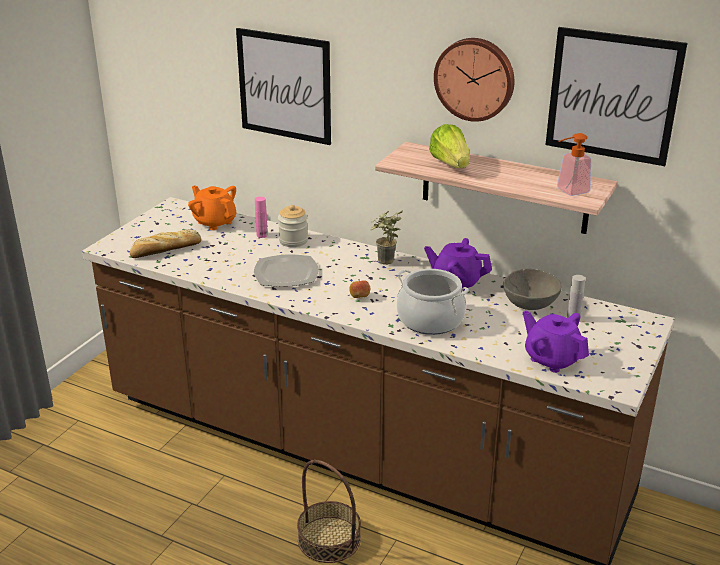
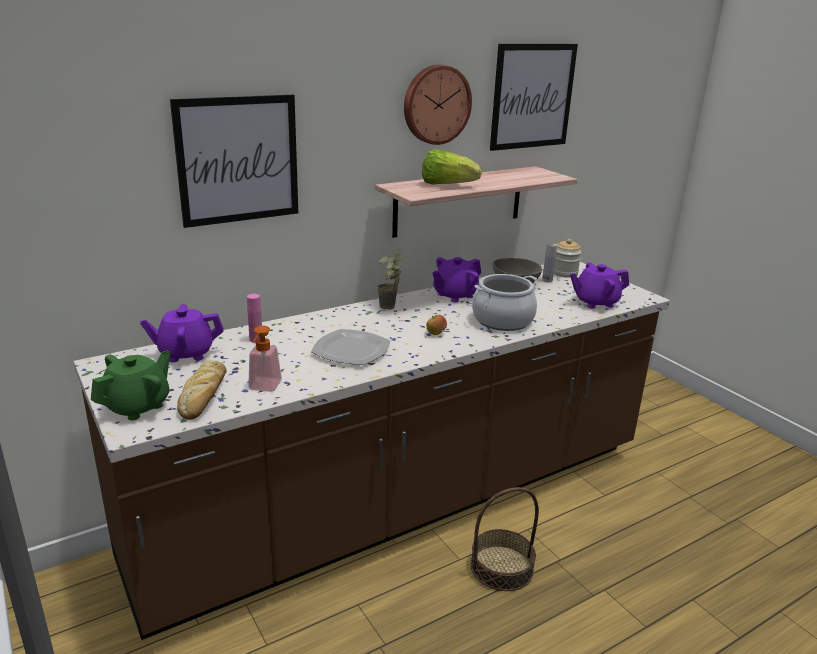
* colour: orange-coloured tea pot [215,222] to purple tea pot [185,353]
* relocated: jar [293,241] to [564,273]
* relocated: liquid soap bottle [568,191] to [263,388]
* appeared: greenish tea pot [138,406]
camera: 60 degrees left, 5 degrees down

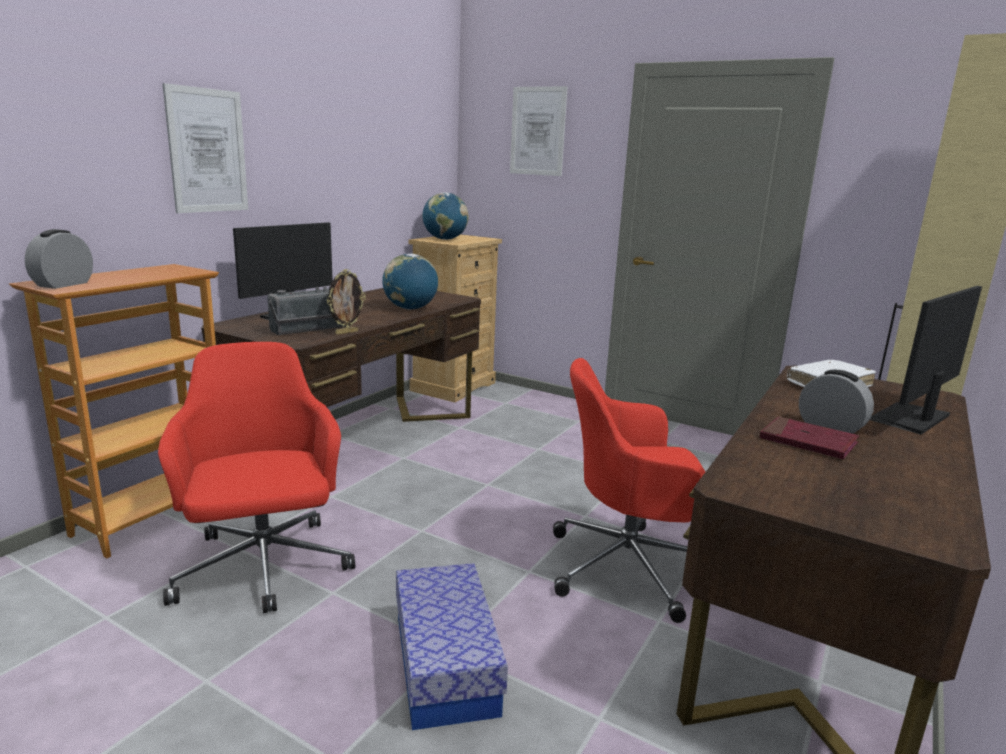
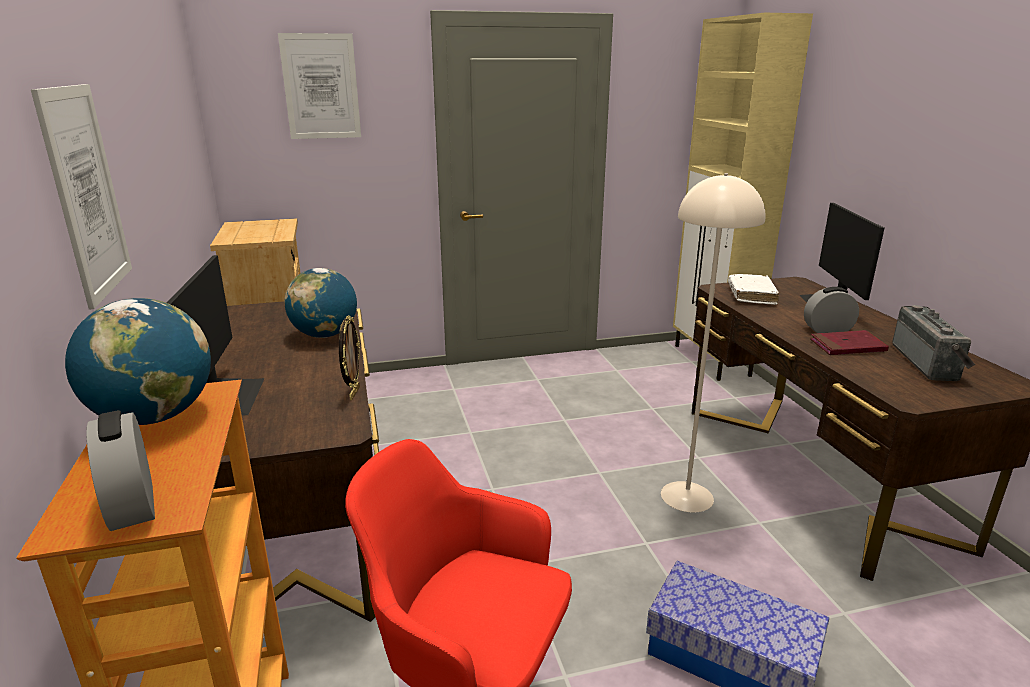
* relocated: radio [312,330] to [929,363]
* relocated: globe [445,239] to [154,417]
* exchanged: reddish desk chair [628,567] to beige-coloured standard lamp [686,496]
camera: 45 degrees left, 5 degrees up

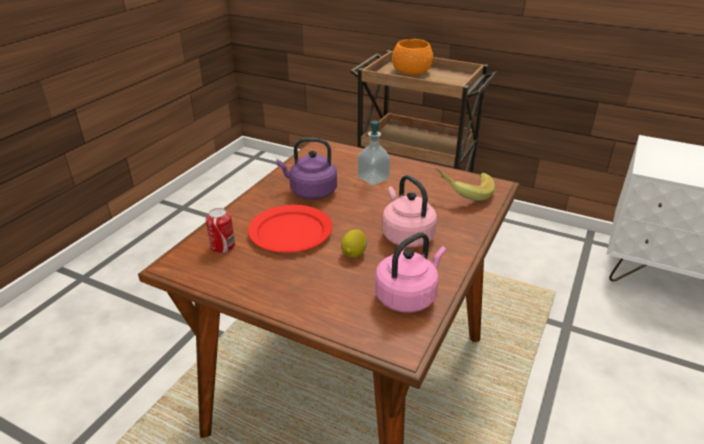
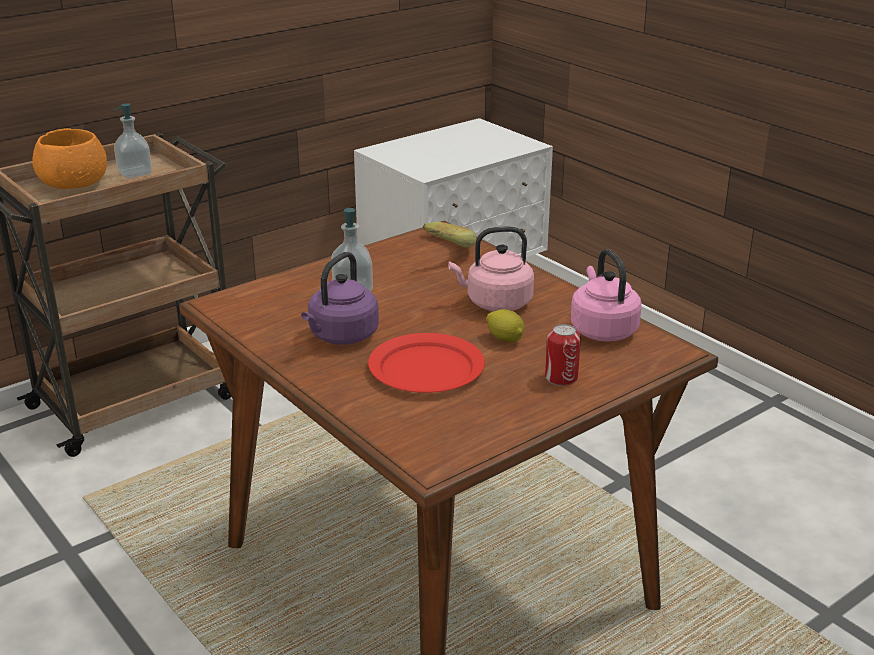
* relocated: sealed can [223,246] to [561,377]
* appeared: liquid soap bottle [135,173]
camera: 65 degrees left, 5 degrees down

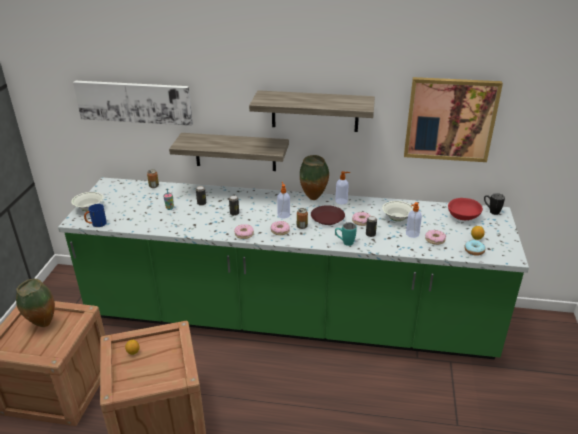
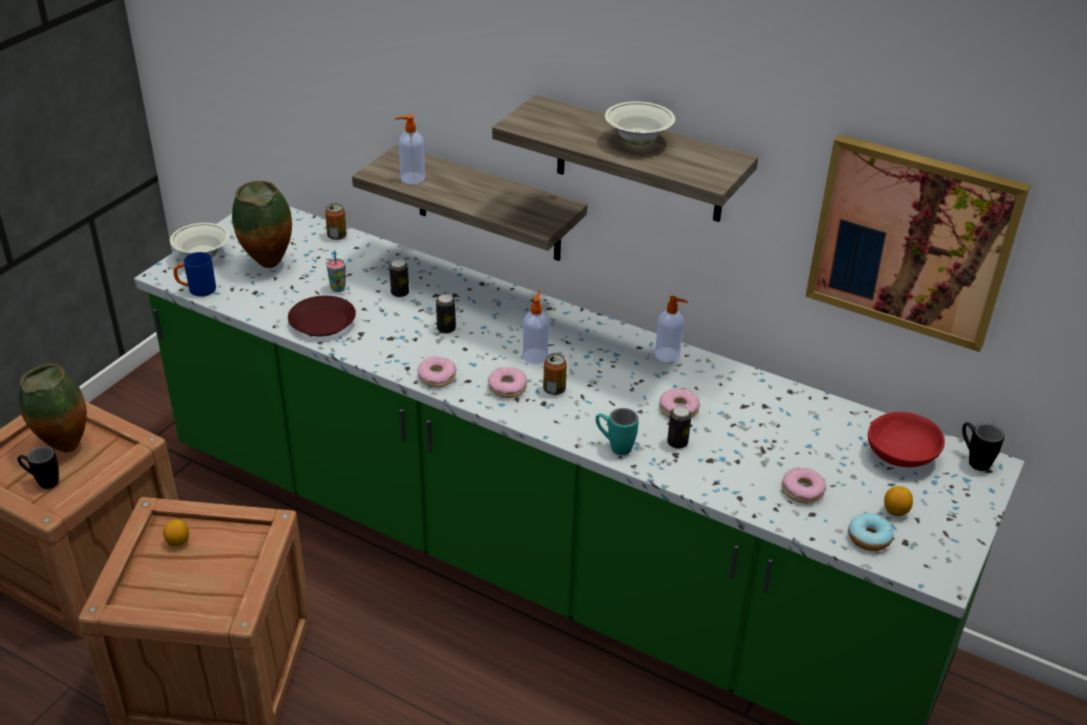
* missing: wall art [134,102]
* relocated: decorative vase [314,199] to [269,266]
* relocated: brown plate [327,218] to [322,322]
* relocated: white deep dish [397,219] to [638,141]
* relocated: liquid soap bottle [412,234] to [411,178]
* appeared: blackish coffee mug [42,481]
camera: 20 degrees right, 5 degrees up

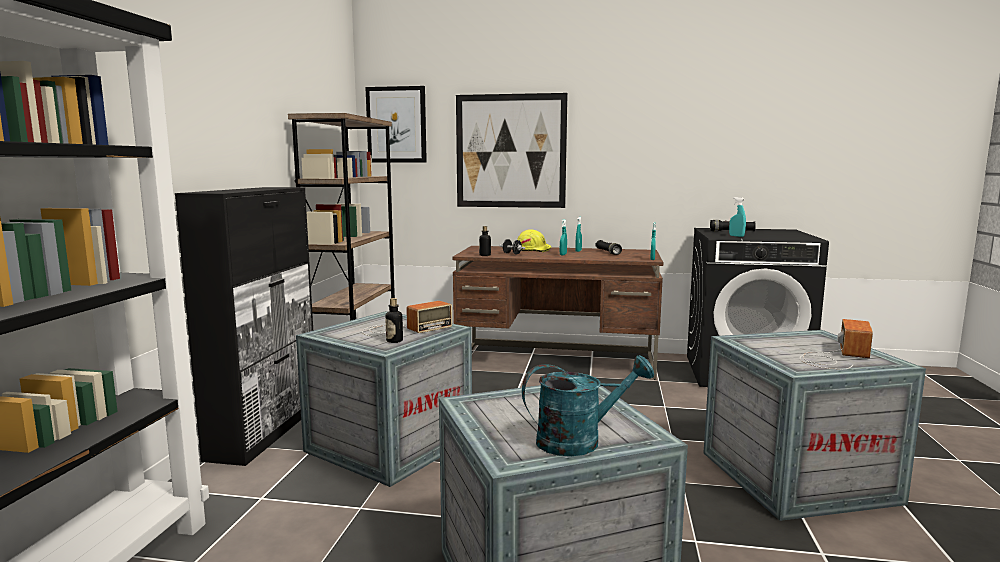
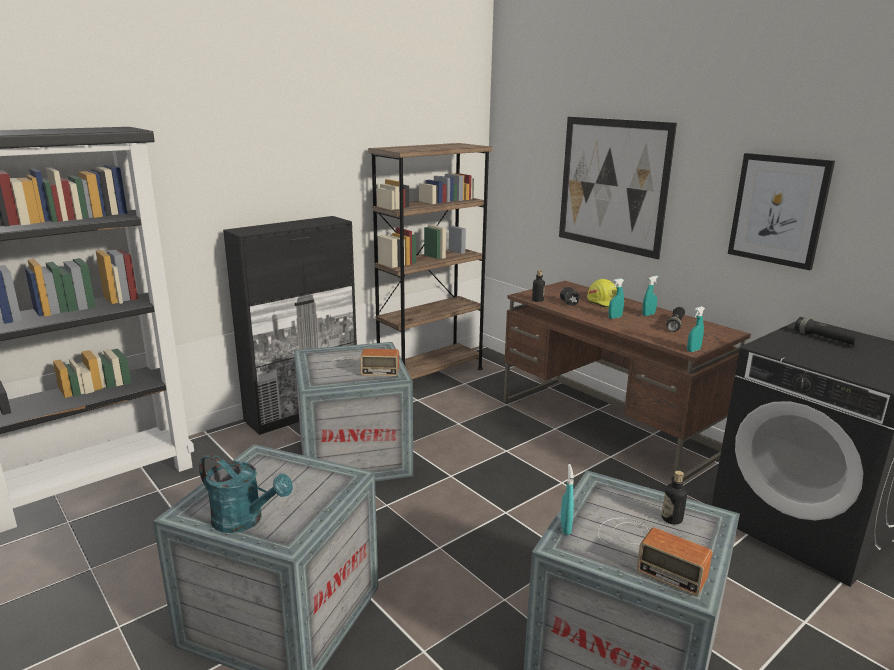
* relocated: wall art [396,125] to [778,210]
* relocated: beverage bottle [394,341] to [671,519]
* relocated: turquoise-coloured sprayer [736,236] to [565,527]
* spun: radio [835,356] = [647,551] 60 degrees clockwise
camera: 40 degrees right, 10 degrees up

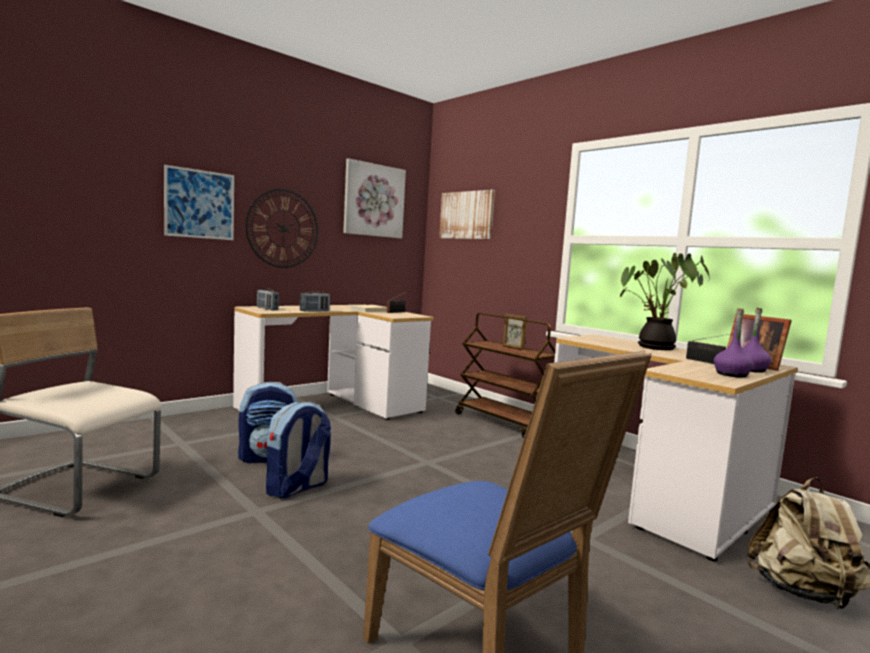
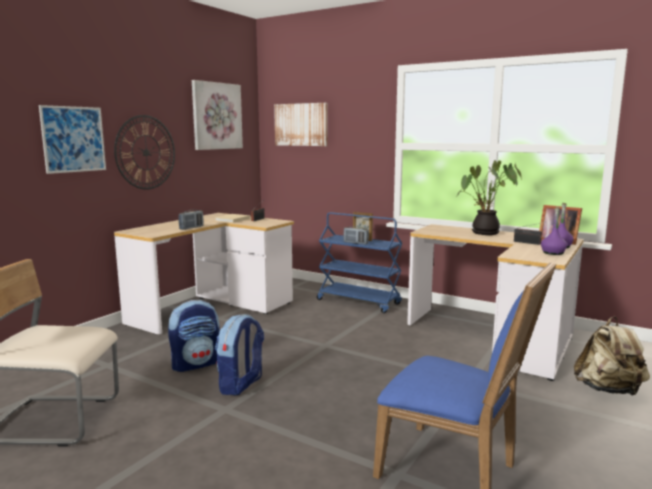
* relocated: radio [267,309] to [355,243]
* colour: brown trolley [503,423] to bluish trolley [359,302]
camera: 15 degrees left, 5 degrees up

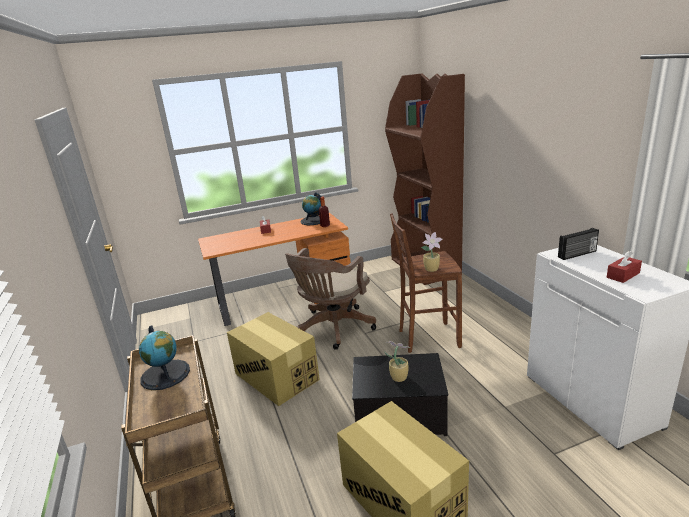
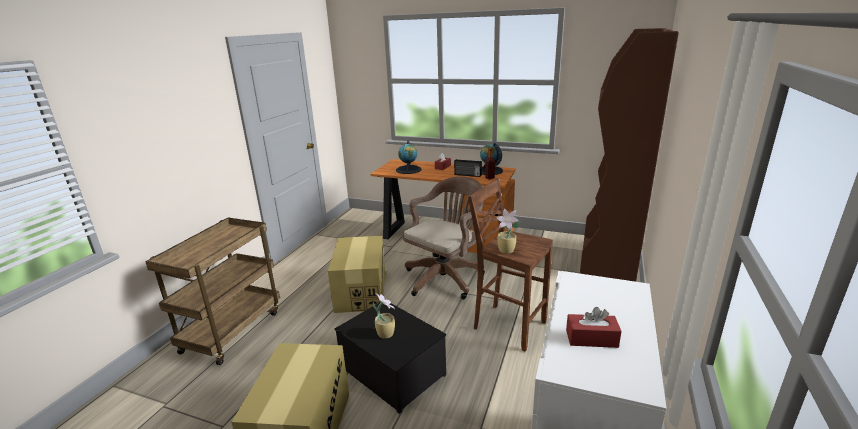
* relocated: globe [165,374] to [408,170]
* spun: brown desk chair [333,329] = [446,277] 150 degrees clockwise
* relocated: radio [577,254] to [467,175]
camera: 40 degrees right, 0 degrees up

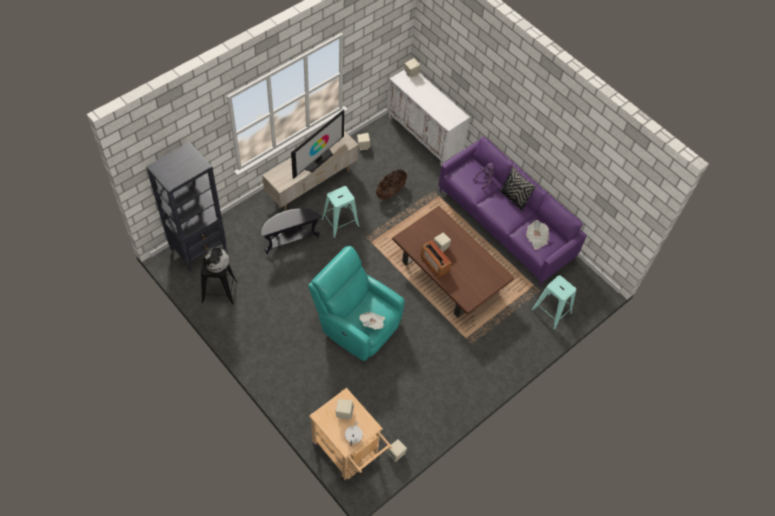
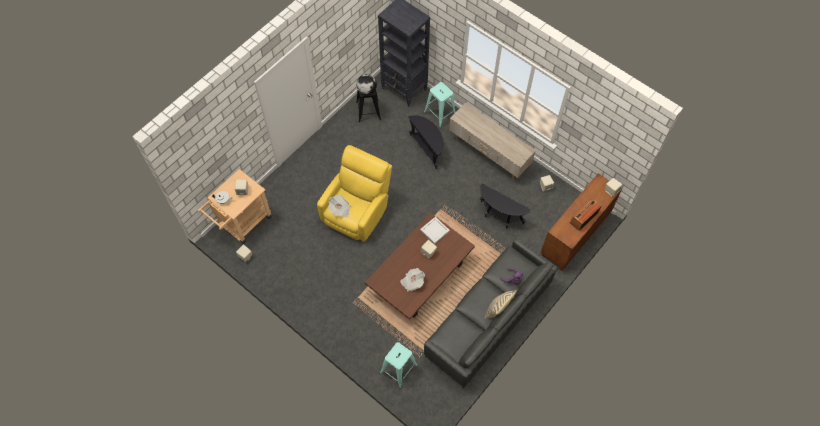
* missing: television [317,159]
* colour: turquoise-coloured lounge chair [356,323] to yellowish lounge chair [357,211]
* relocated: turquoise-coloured sitting stool [340,223] to [440,114]
* exchanged: storage basket [390,192] to blackish side table [499,216]
* colour: white cabinet [424,136] to brown cabinet [574,236]
* relocated: radio [434,263] to [583,218]
* colour: purple sofa [504,225] to gray sofa [487,319]
* colour: blackish pillow [513,198] to beige-coloured pillow [498,309]
* relocated: printed paper [536,239] to [412,282]
* appeared: white serving tray [434,230]
camera: 85 degrees right, 5 degrees up

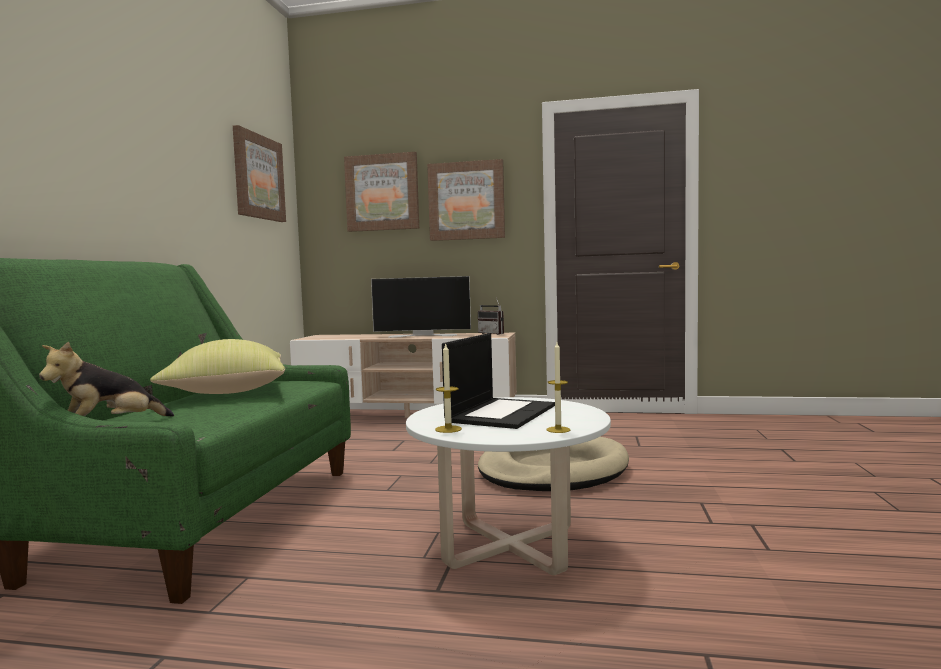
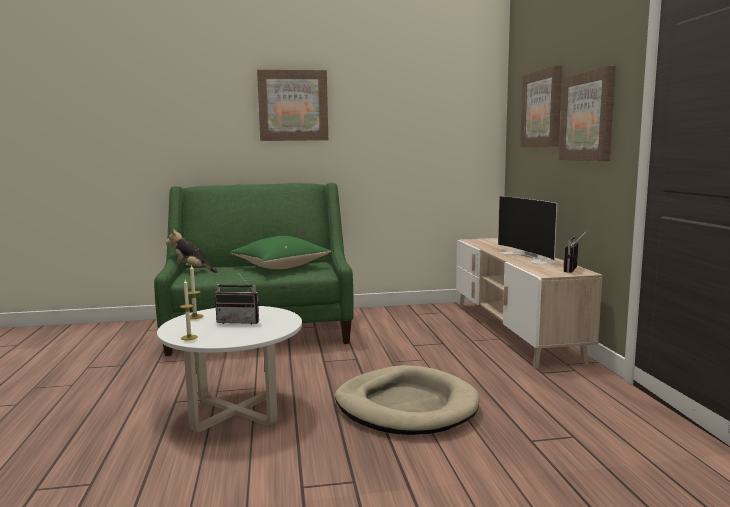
* colour: yellowish pillow [225,392] to greenish pillow [281,267]
* relocated: wall art [258,177] to [293,105]
* exchanged: notebook computer [501,413] to radio [240,321]
camera: 70 degrees right, 5 degrees up

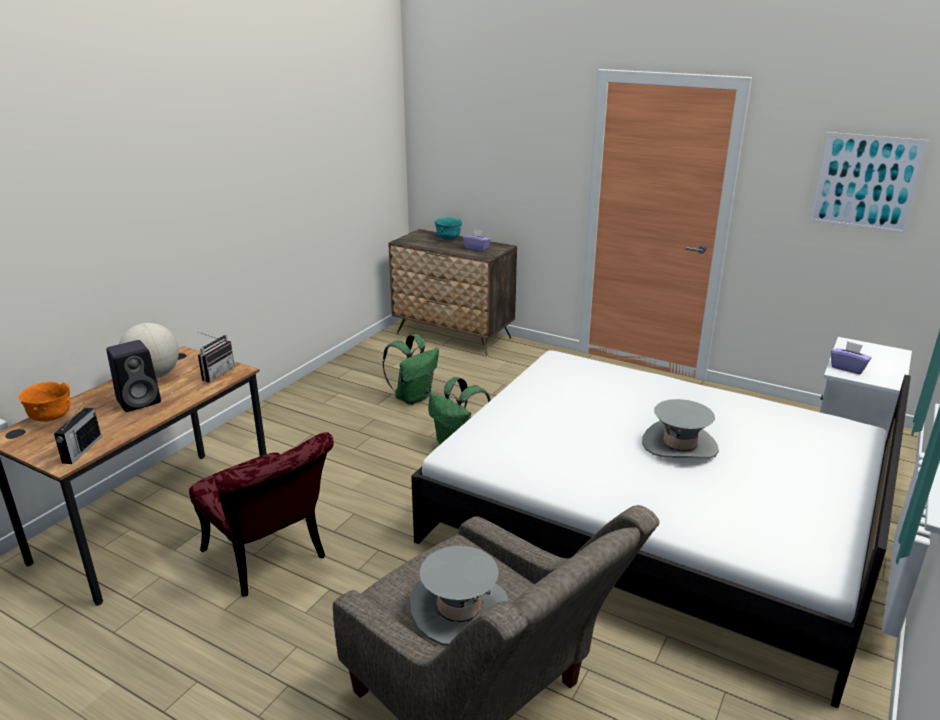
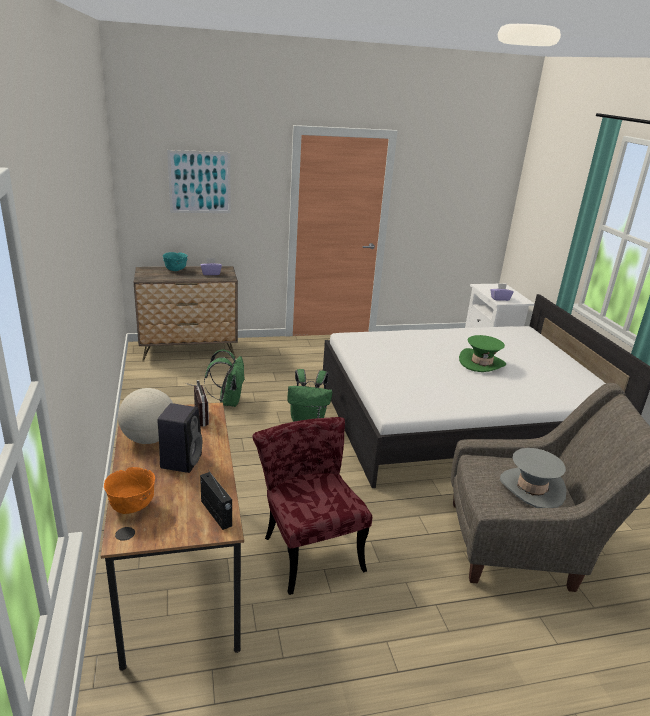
* spun: reddish upright chair [271,560] = [308,546] 120 degrees counterclockwise
* colour: gray wearable hat [679,445] to greenish wearable hat [481,363]
* relocated: wall art [865,182] to [199,182]
camera: 45 degrees left, 0 degrees up

